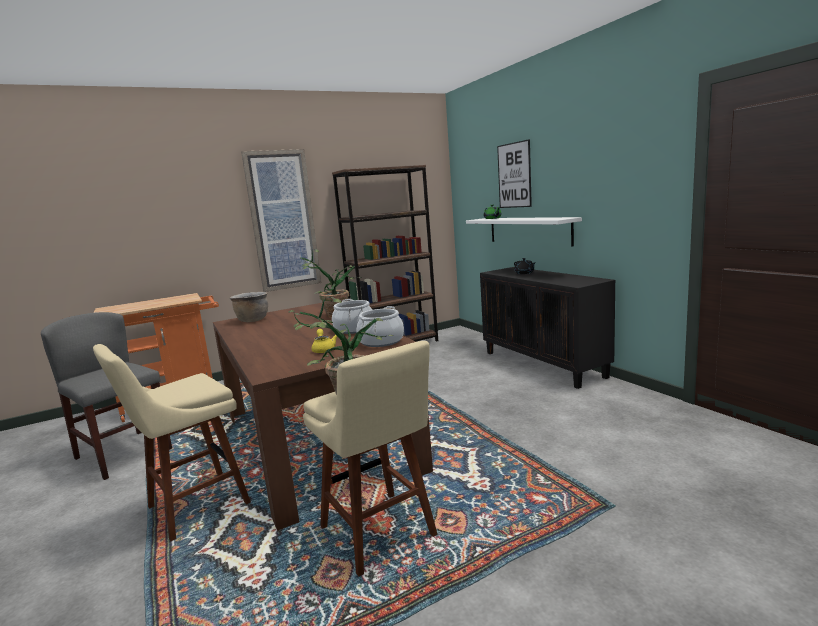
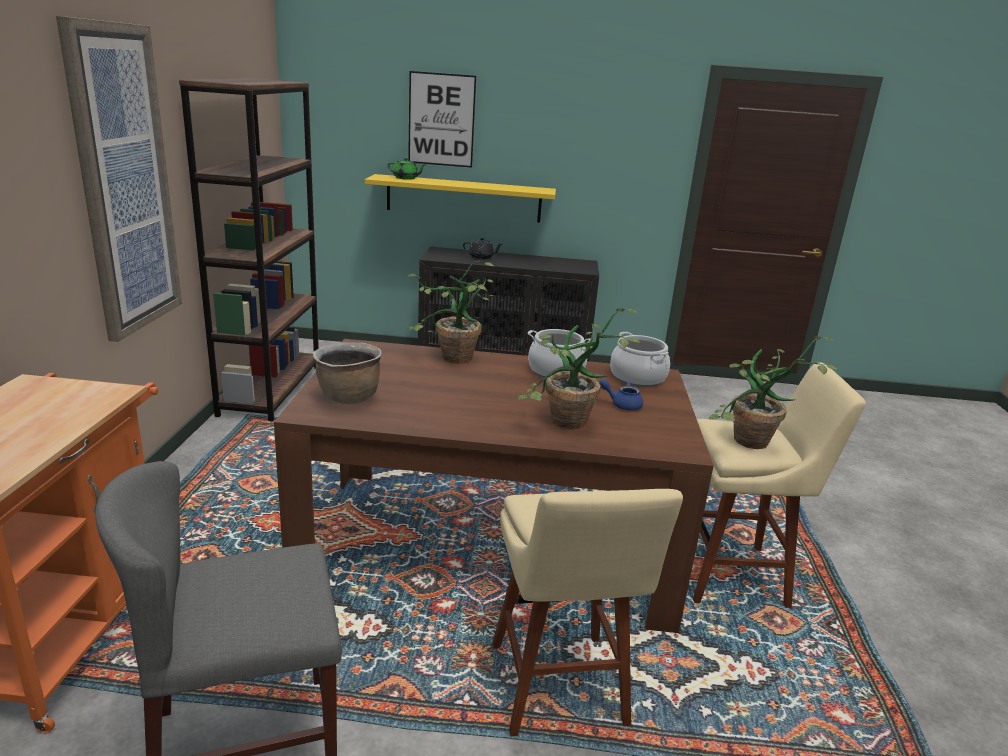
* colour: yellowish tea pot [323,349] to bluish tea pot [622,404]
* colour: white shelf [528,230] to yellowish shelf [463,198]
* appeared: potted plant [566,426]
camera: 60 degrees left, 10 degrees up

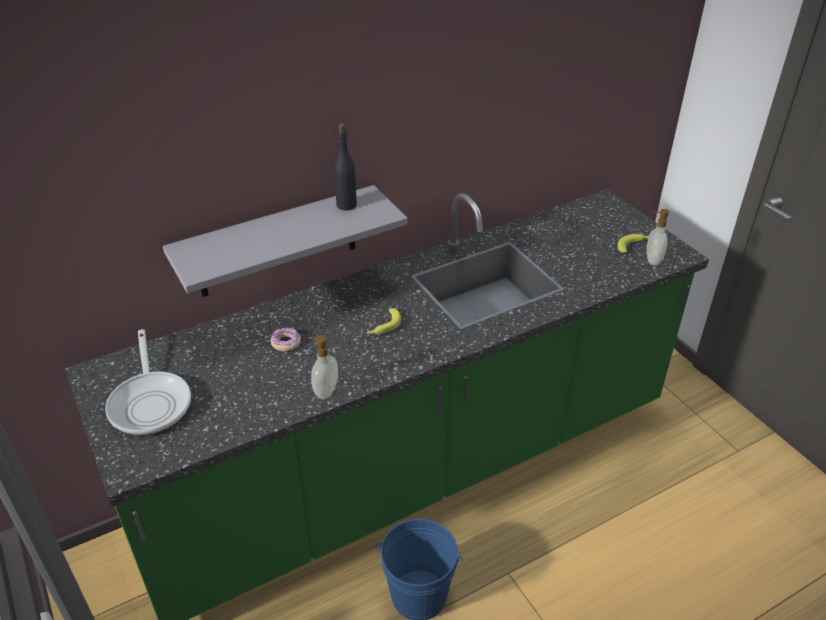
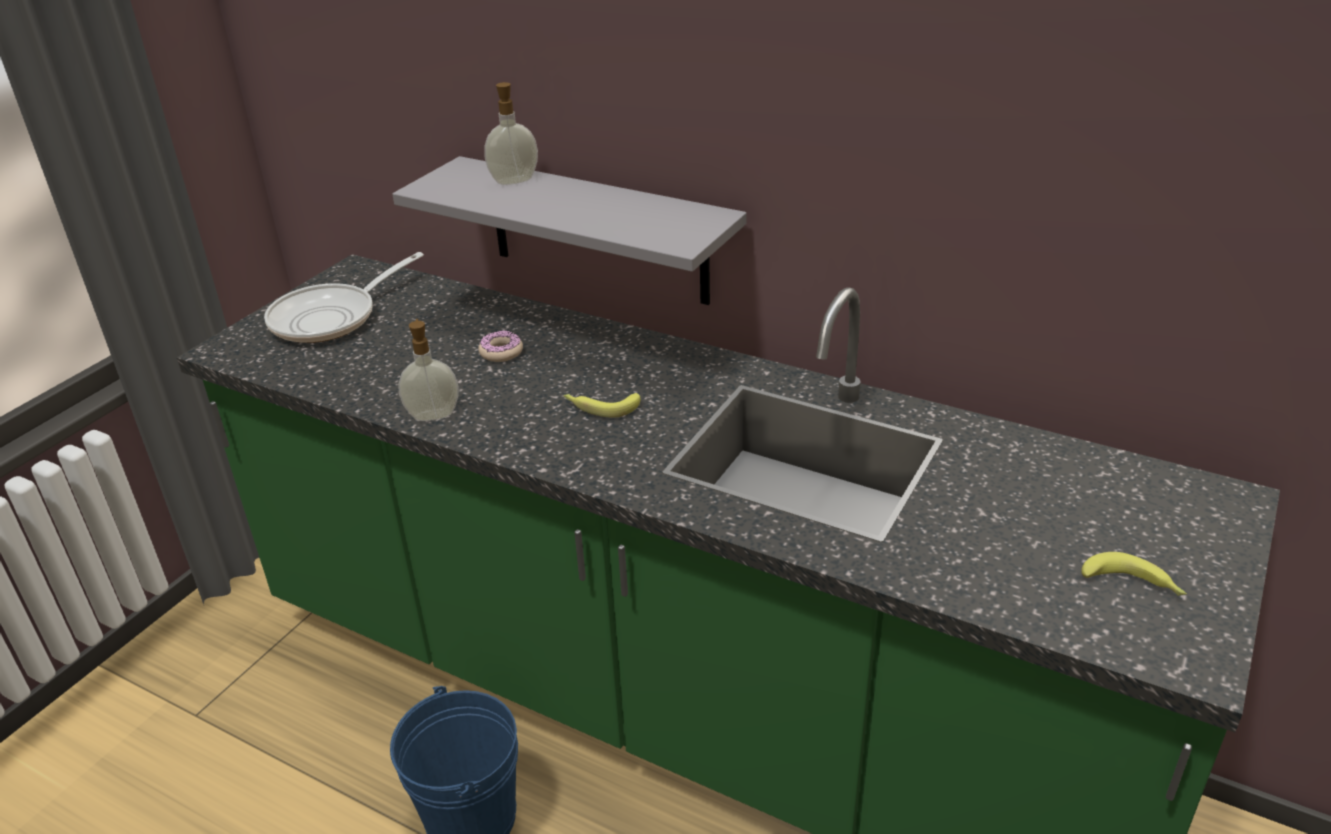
* missing: blackish beverage bottle [346,205]
* relocated: liquid soap bottle [652,260] to [514,180]
camera: 60 degrees right, 5 degrees down

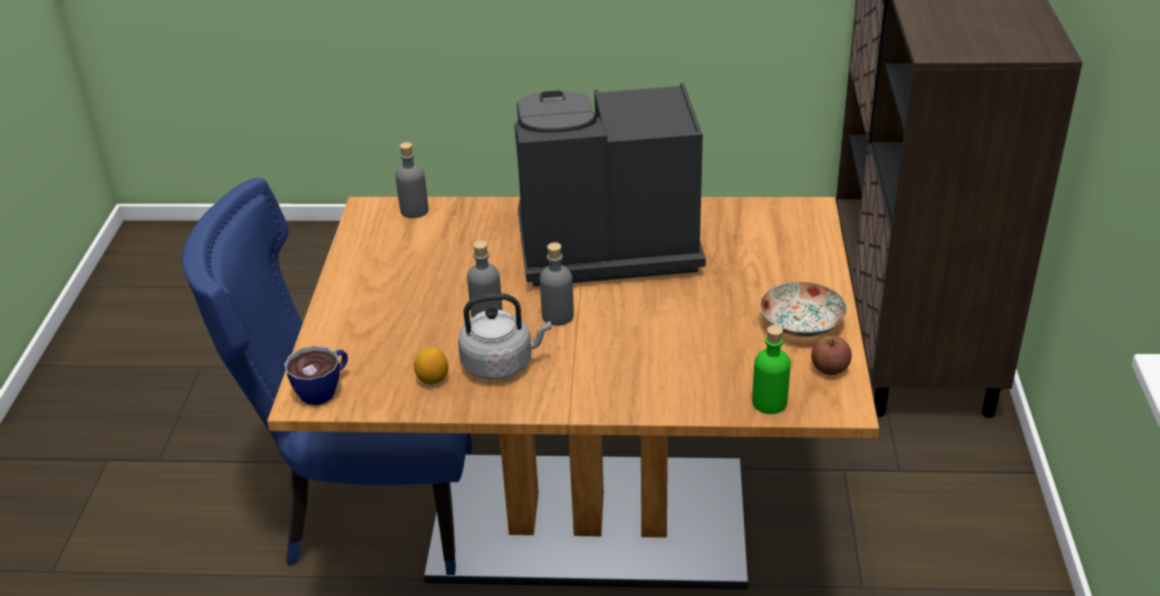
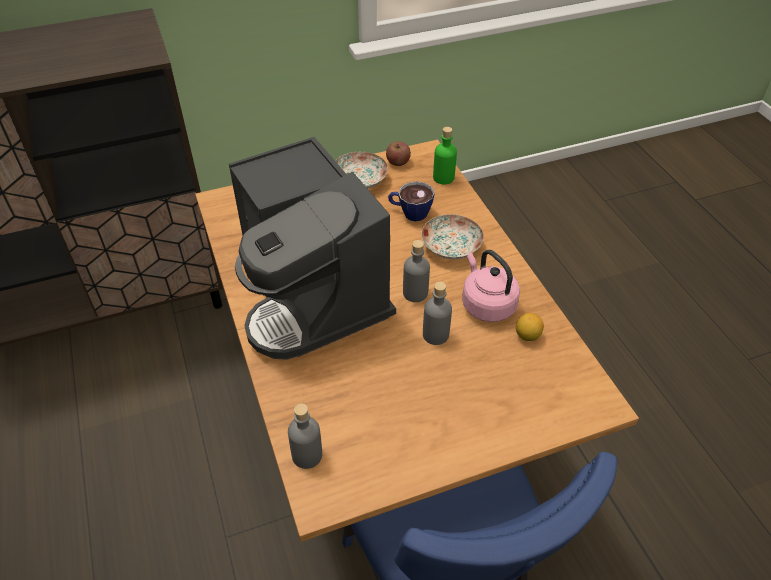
* relocated: drinking cup [324,389] to [410,213]
* colour: gray tea kettle [501,364] to pink tea kettle [486,304]
* appeared: plate [452,247]
camera: 115 degrees left, 10 degrees up

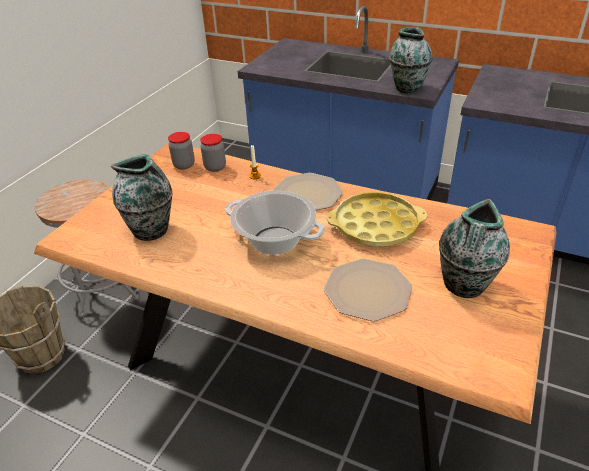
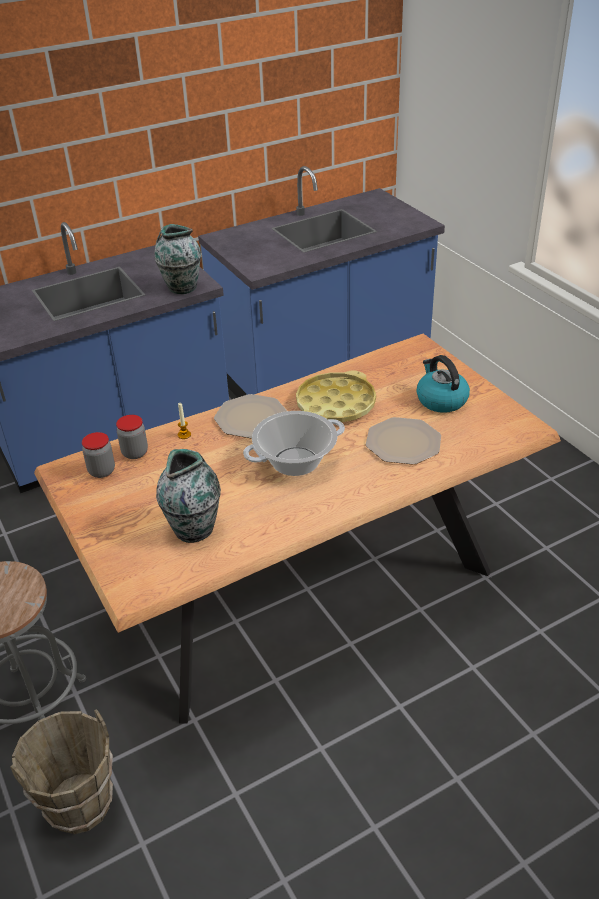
* exchanged: decorative vase [464,285] to tea kettle [441,400]
camera: 55 degrees left, 0 degrees up

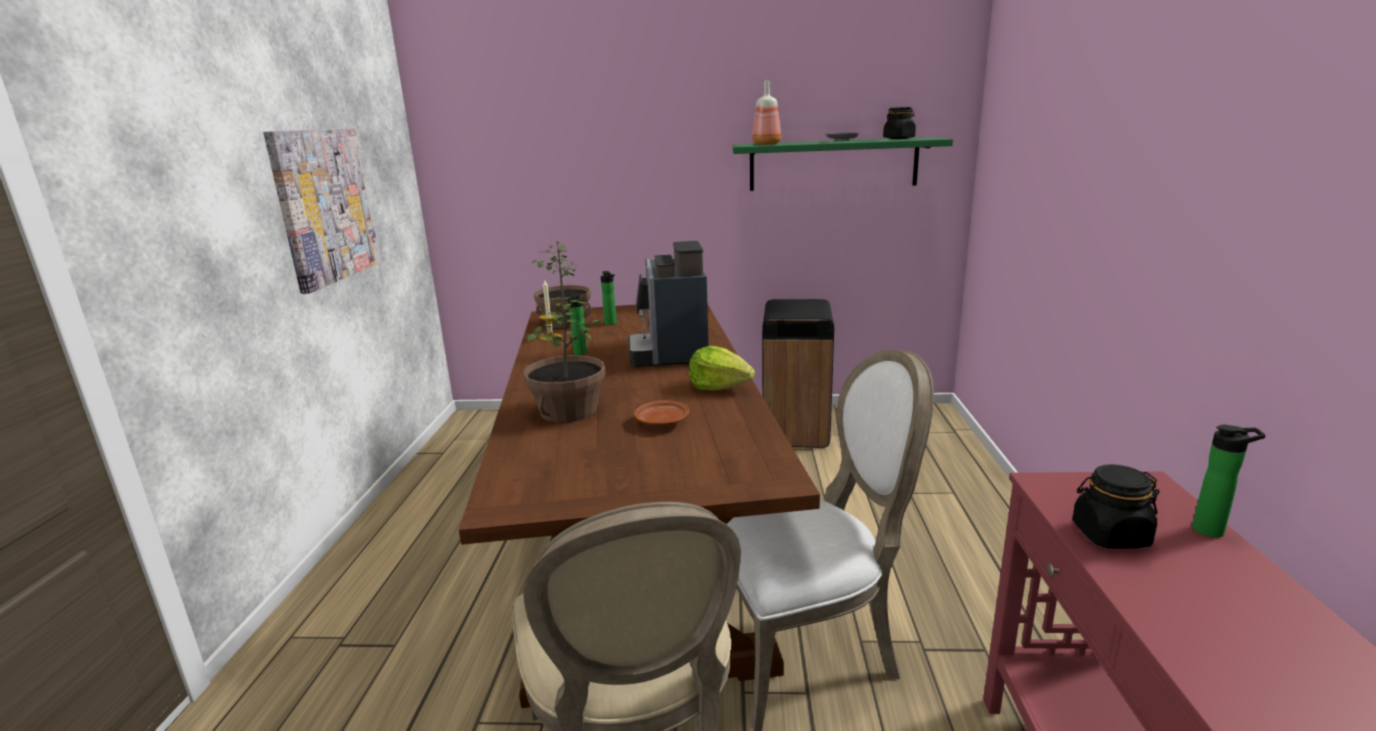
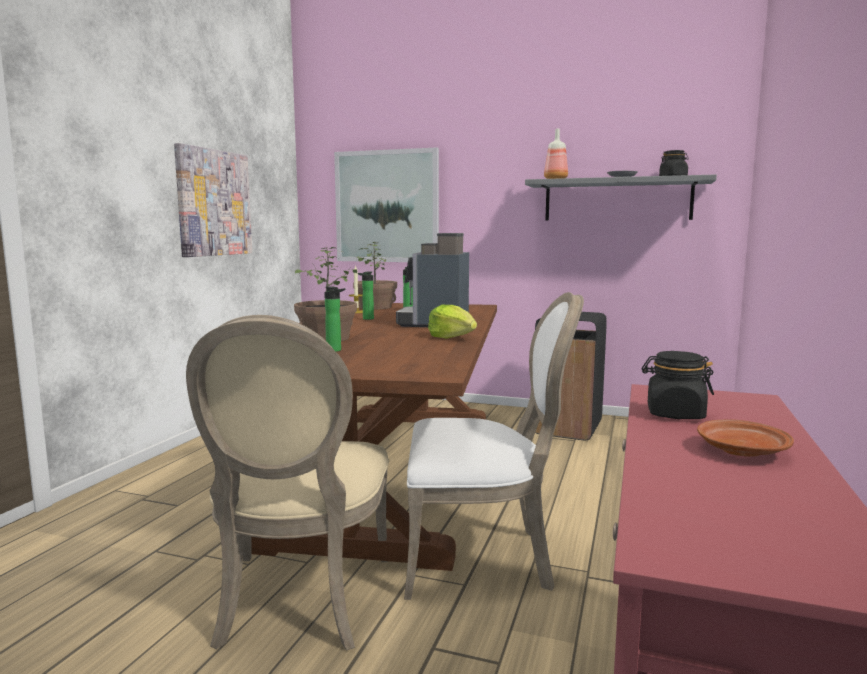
* relocated: brown plate [662,422] to [741,450]
* colour: greenish shelf [833,164] to gray shelf [617,200]
* relocated: beverage bottle [1213,531] to [335,350]
* appeared: wall art [387,206]
camera: 15 degrees right, 10 degrees down

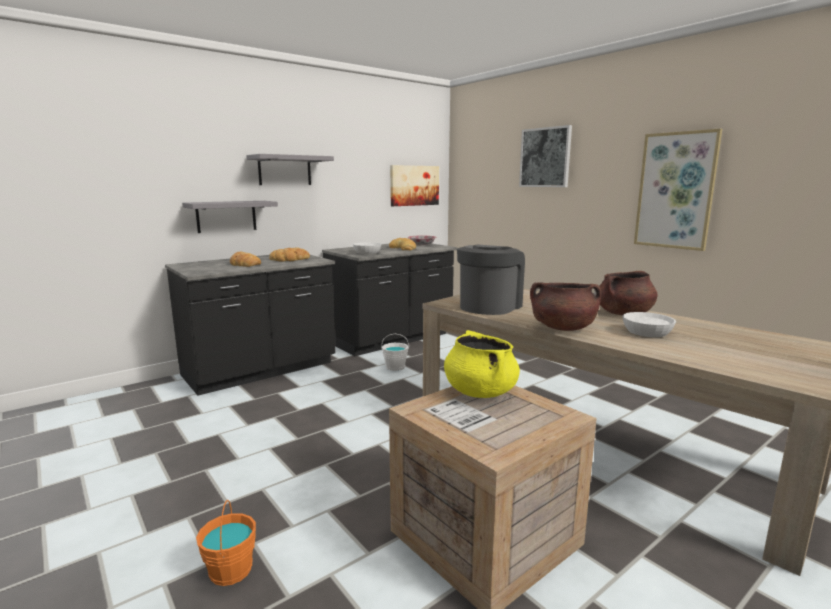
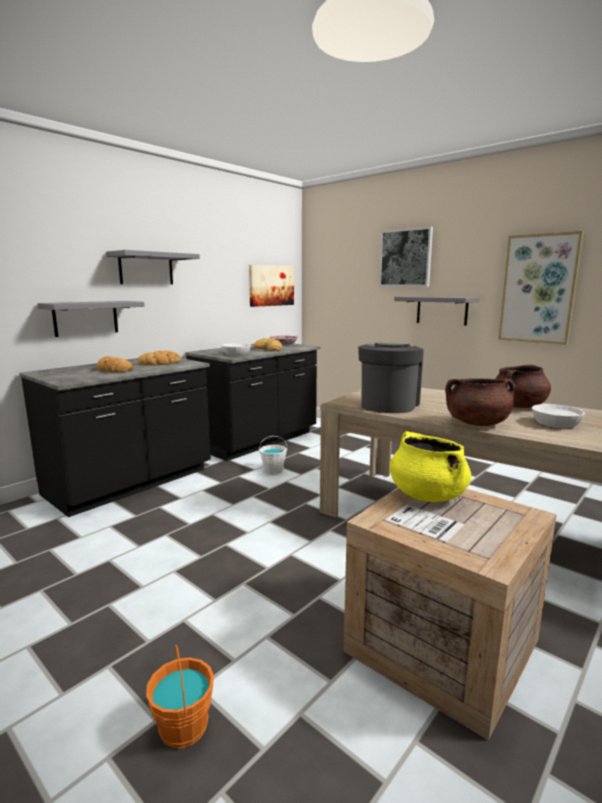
* appeared: gray shelf [442,310]
camera: 10 degrees left, 0 degrees up

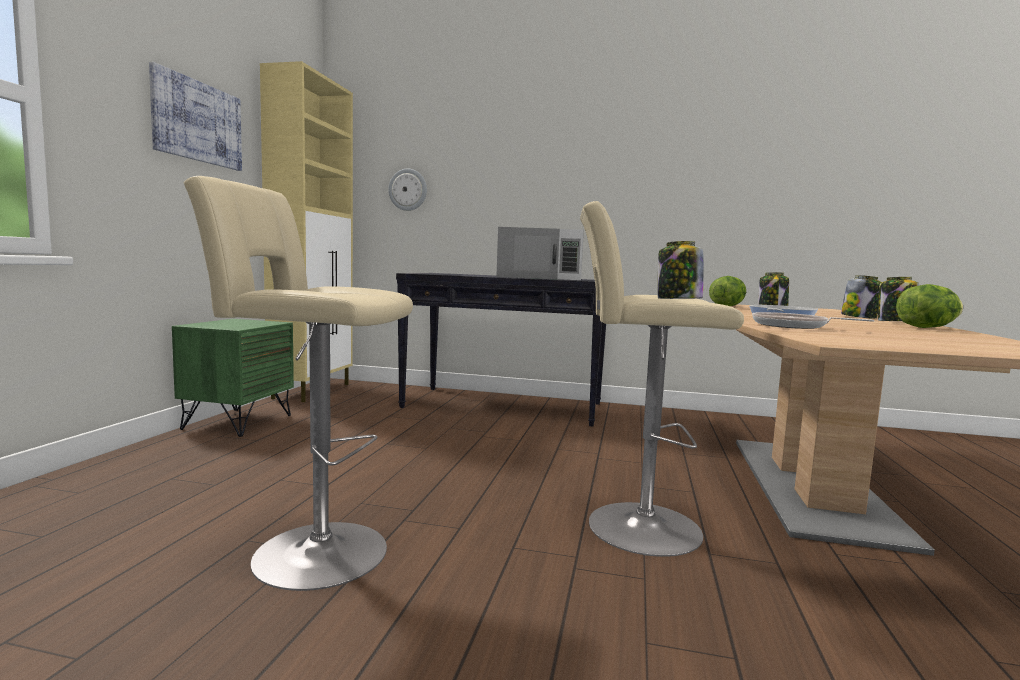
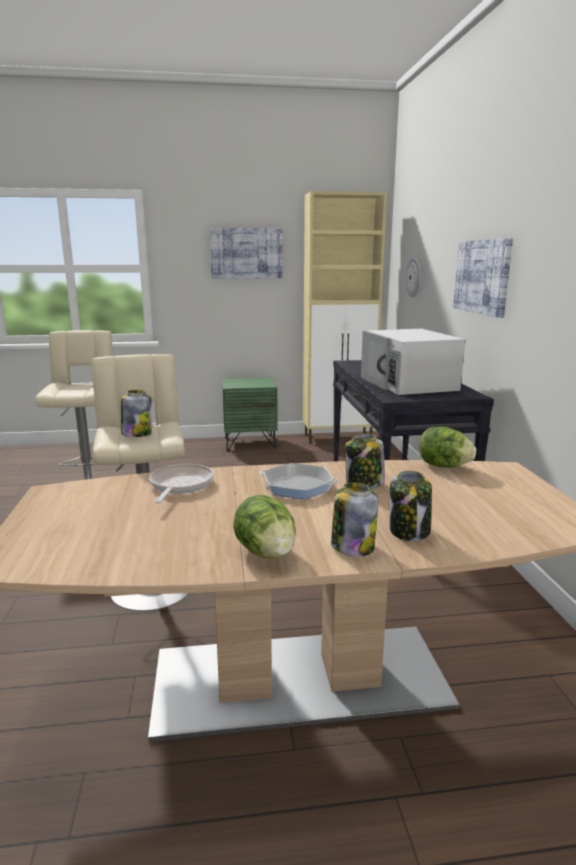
* appeared: wall art [482,276]
camera: 70 degrees right, 10 degrees up

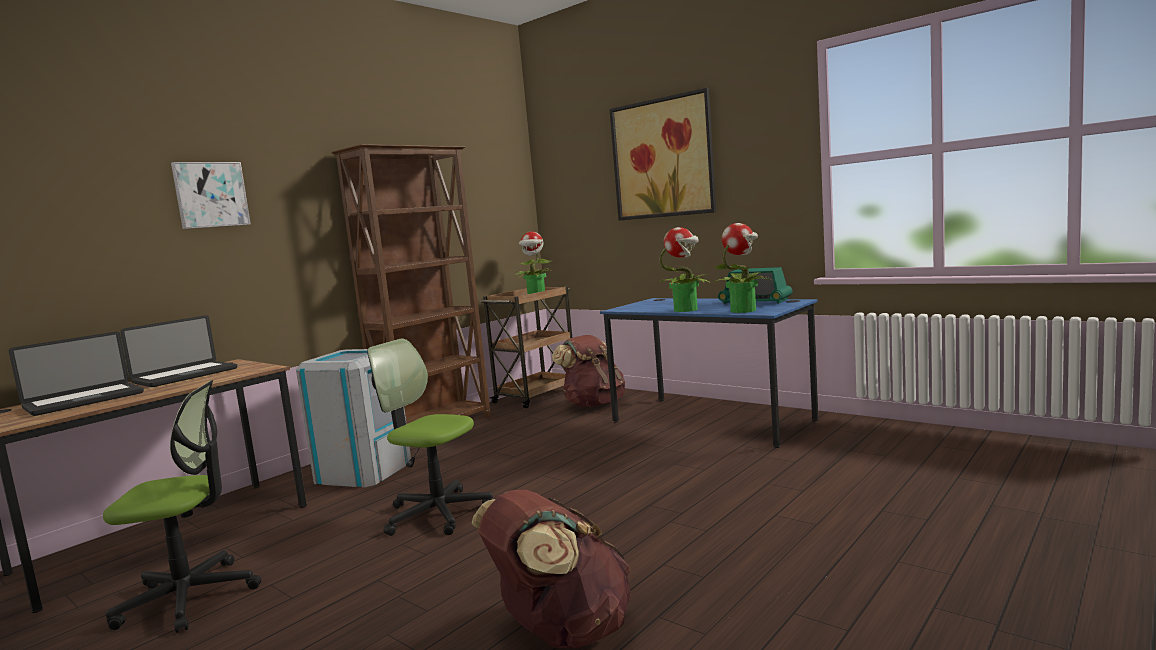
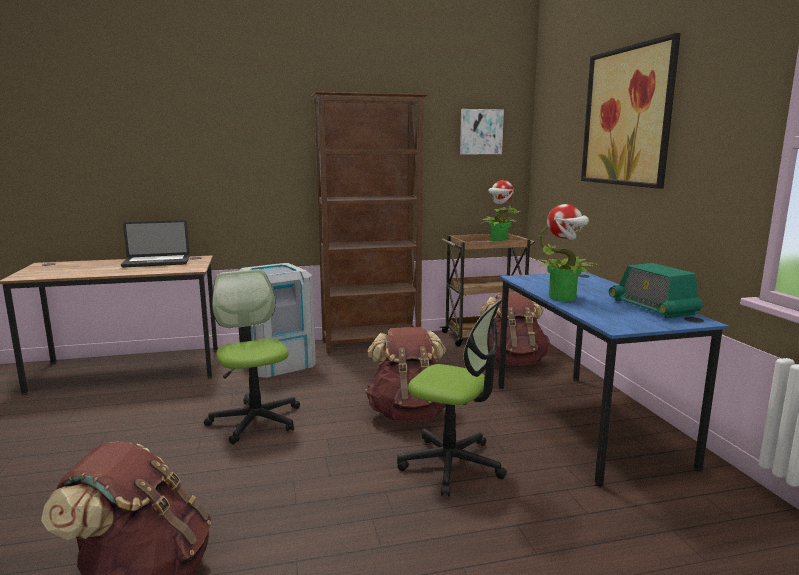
* missing: notebook computer [84,401]
* relocated: desk chair [189,597] to [452,464]
* relocated: wall art [210,195] to [480,132]
* missing: potted plant [743,310]
* appeared: brown backpack [409,414]
camera: 35 degrees right, 5 degrees up

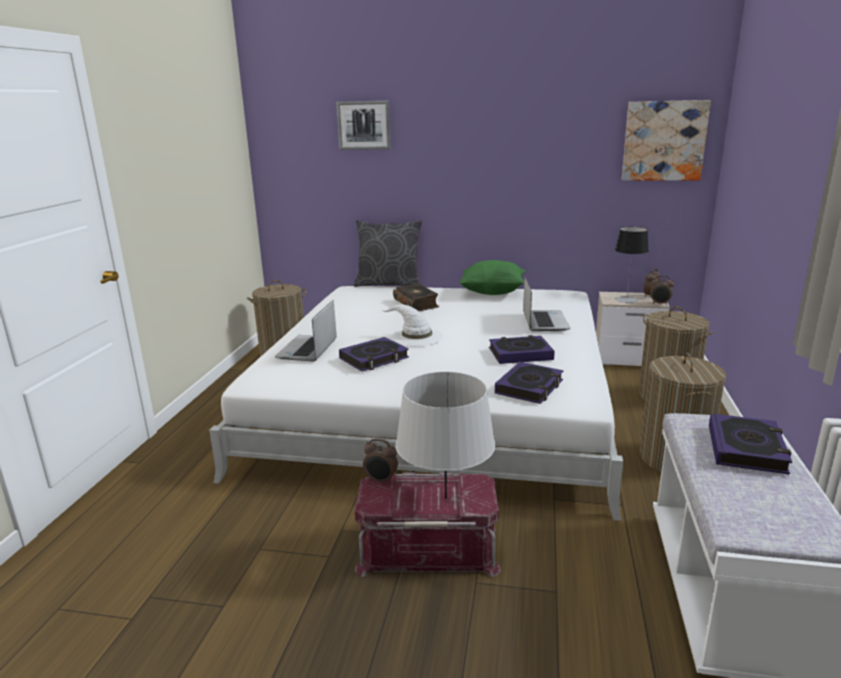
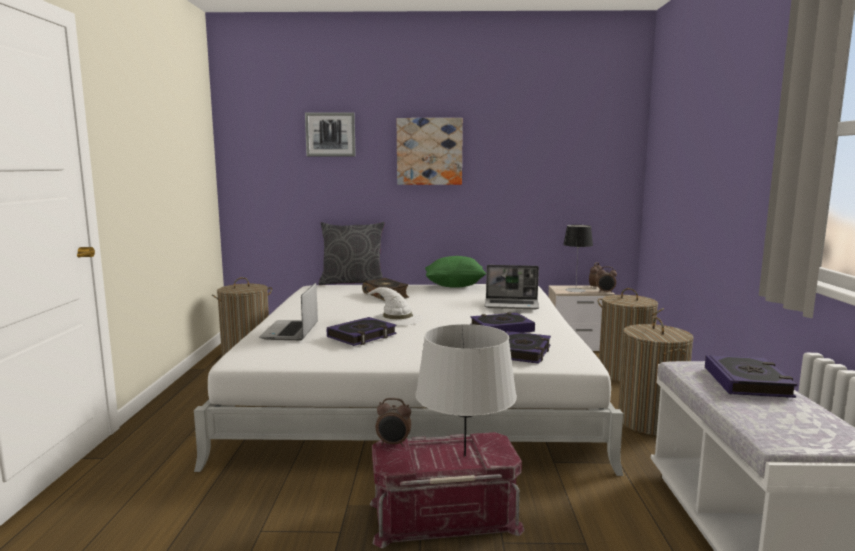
* spun: notebook computer [544,321] = [512,305] 105 degrees clockwise
* relocated: wall art [664,141] to [429,151]
camera: 10 degrees left, 10 degrees down

